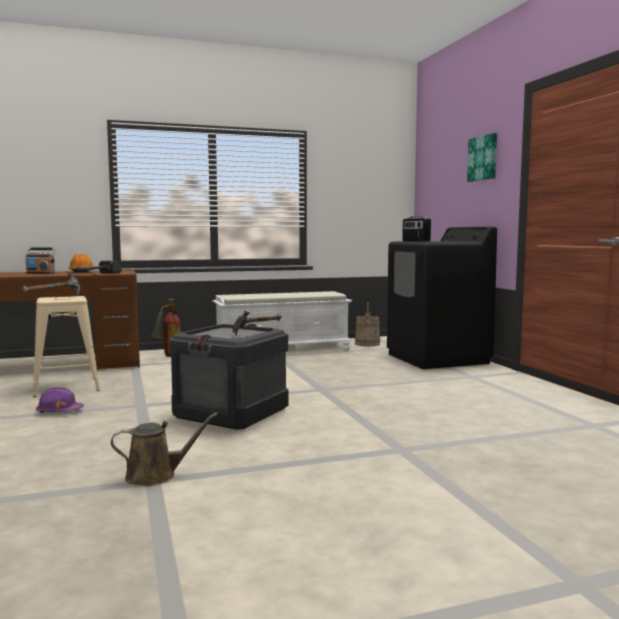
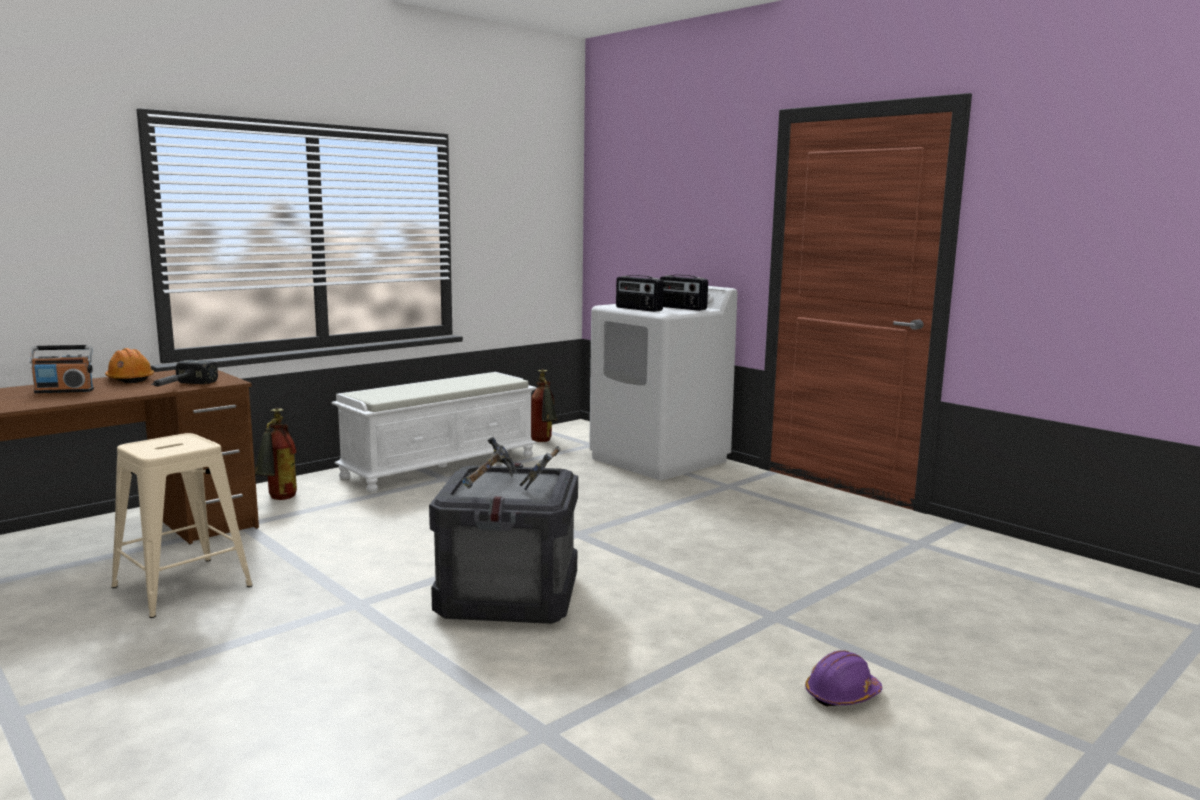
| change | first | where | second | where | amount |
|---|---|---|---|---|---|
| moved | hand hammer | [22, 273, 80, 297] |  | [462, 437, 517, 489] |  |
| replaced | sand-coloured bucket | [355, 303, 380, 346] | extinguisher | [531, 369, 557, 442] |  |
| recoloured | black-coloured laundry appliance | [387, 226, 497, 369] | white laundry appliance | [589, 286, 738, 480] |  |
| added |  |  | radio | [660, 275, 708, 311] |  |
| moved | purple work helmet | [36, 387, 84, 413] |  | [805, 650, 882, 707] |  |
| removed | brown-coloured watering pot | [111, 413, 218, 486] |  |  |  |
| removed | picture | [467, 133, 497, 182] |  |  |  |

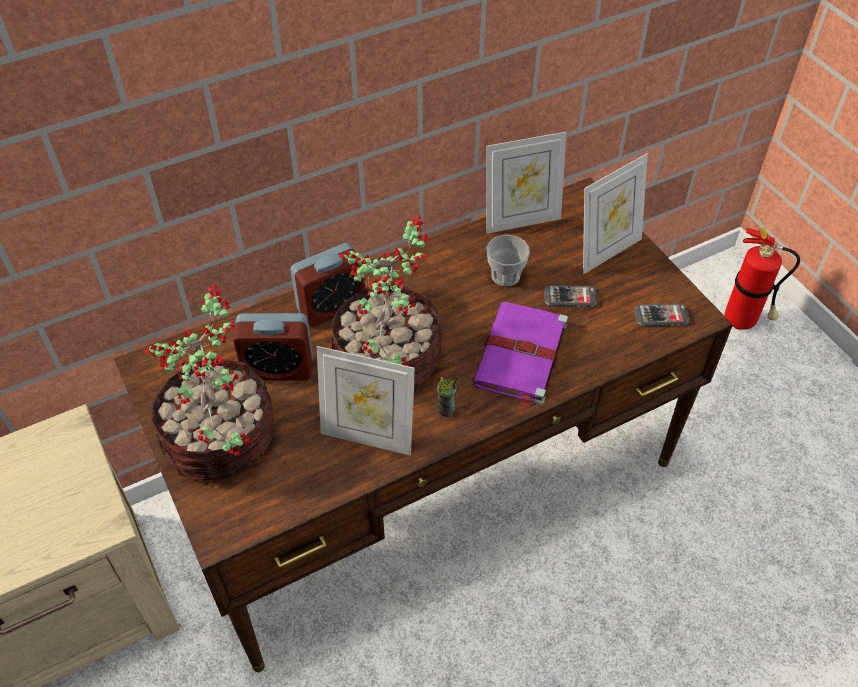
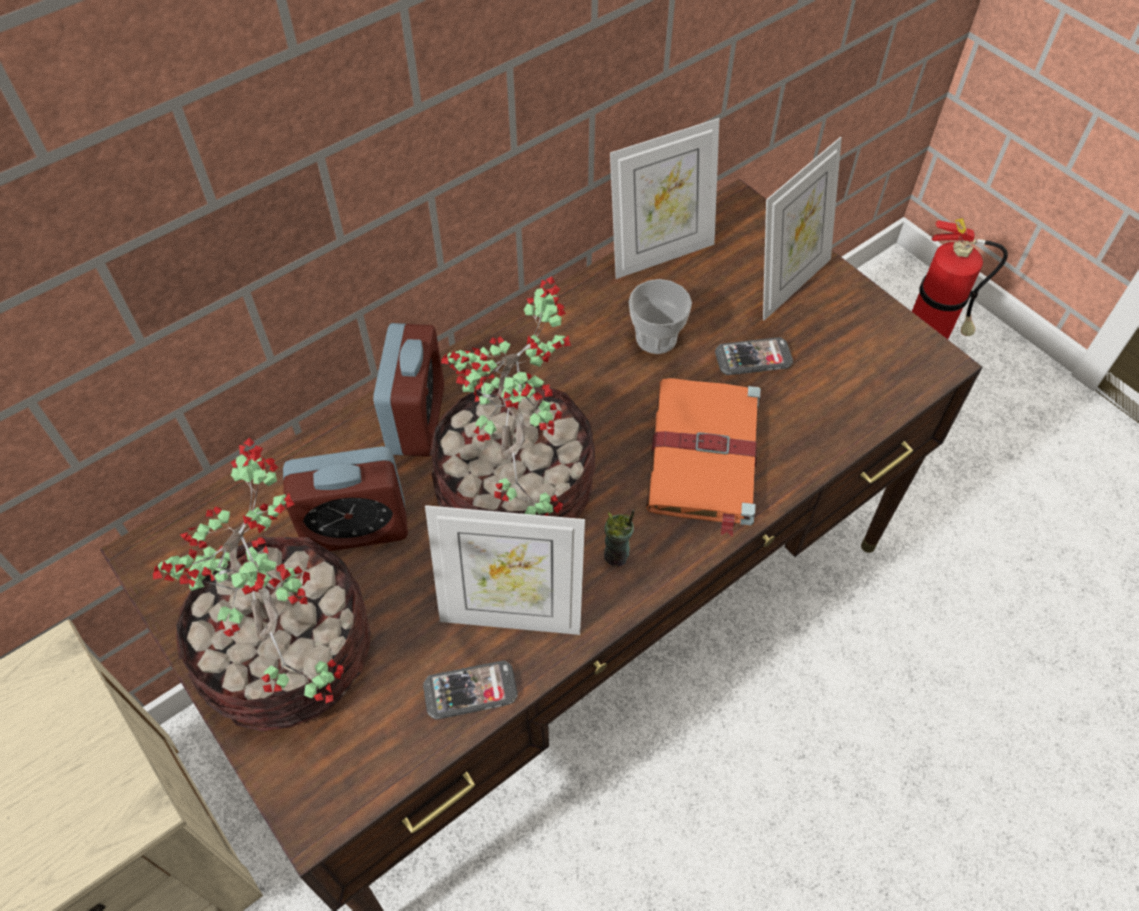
| change | first | where | second | where | amount |
|---|---|---|---|---|---|
| turned | alarm clock | [290, 243, 365, 327] |  | [373, 323, 444, 457] | 45 degrees counterclockwise |
| moved | handset | [634, 303, 690, 327] |  | [423, 661, 518, 719] |  |
| recoloured | purple book | [472, 302, 568, 410] | orange book | [646, 378, 761, 537] |  |

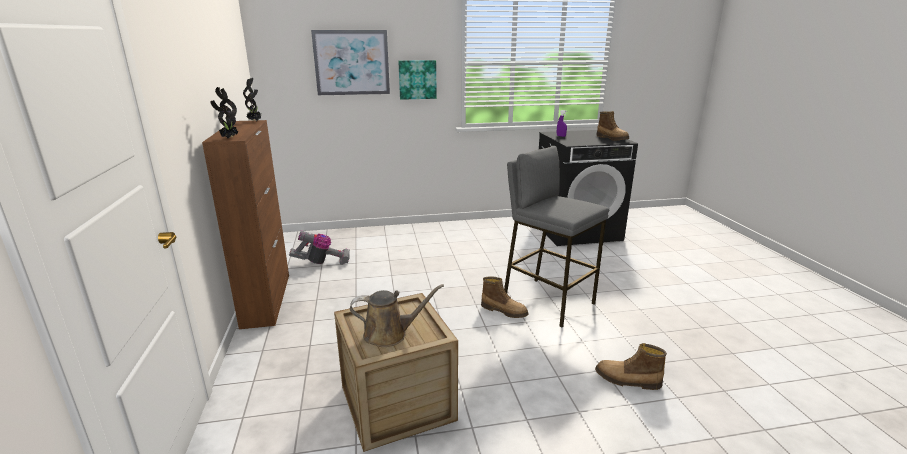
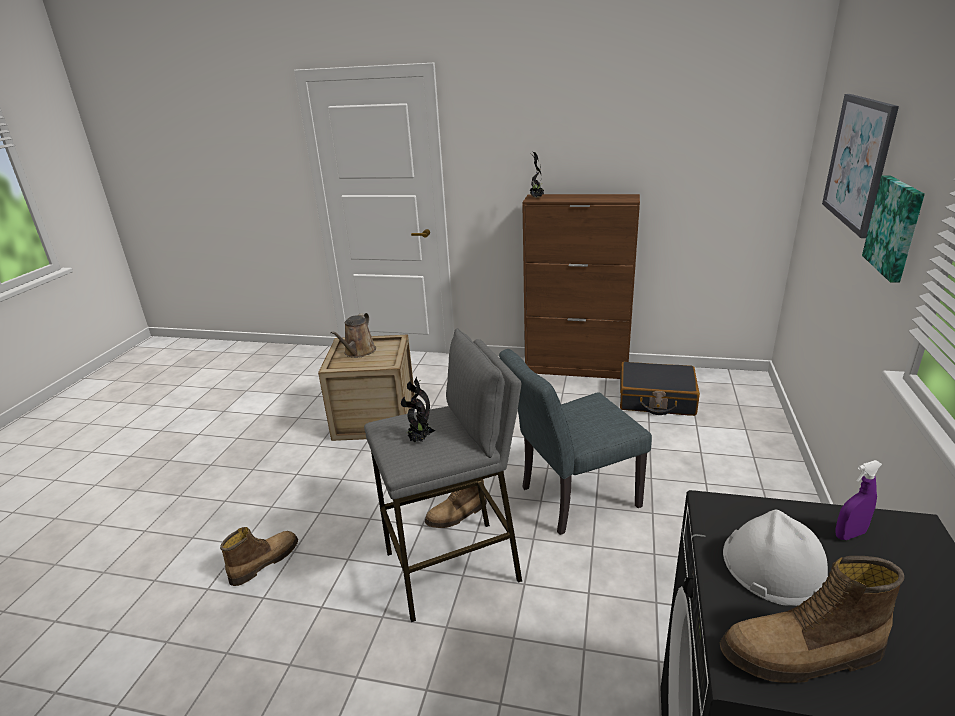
| change | first | where | second | where | amount |
|---|---|---|---|---|---|
| moved | plant in a pot | [243, 78, 261, 121] |  | [401, 377, 435, 442] |  |
| added |  |  | grey chair | [499, 349, 652, 535] |  |
| replaced | hoover | [289, 231, 350, 265] | black-coloured piece of luggage | [620, 362, 700, 416] |  |
| added |  |  | white work helmet | [723, 510, 828, 606] |  |

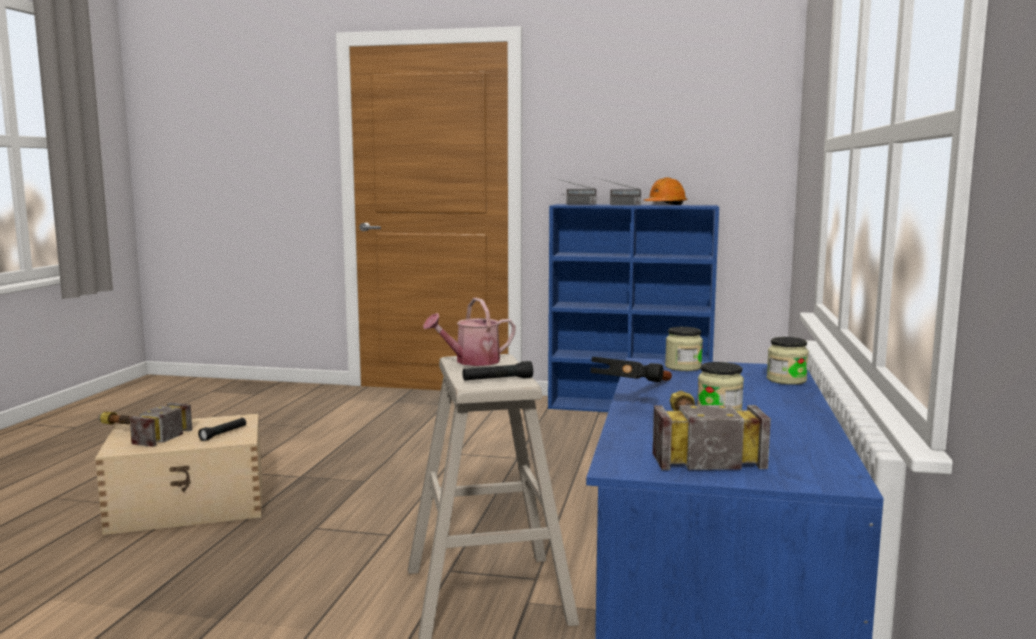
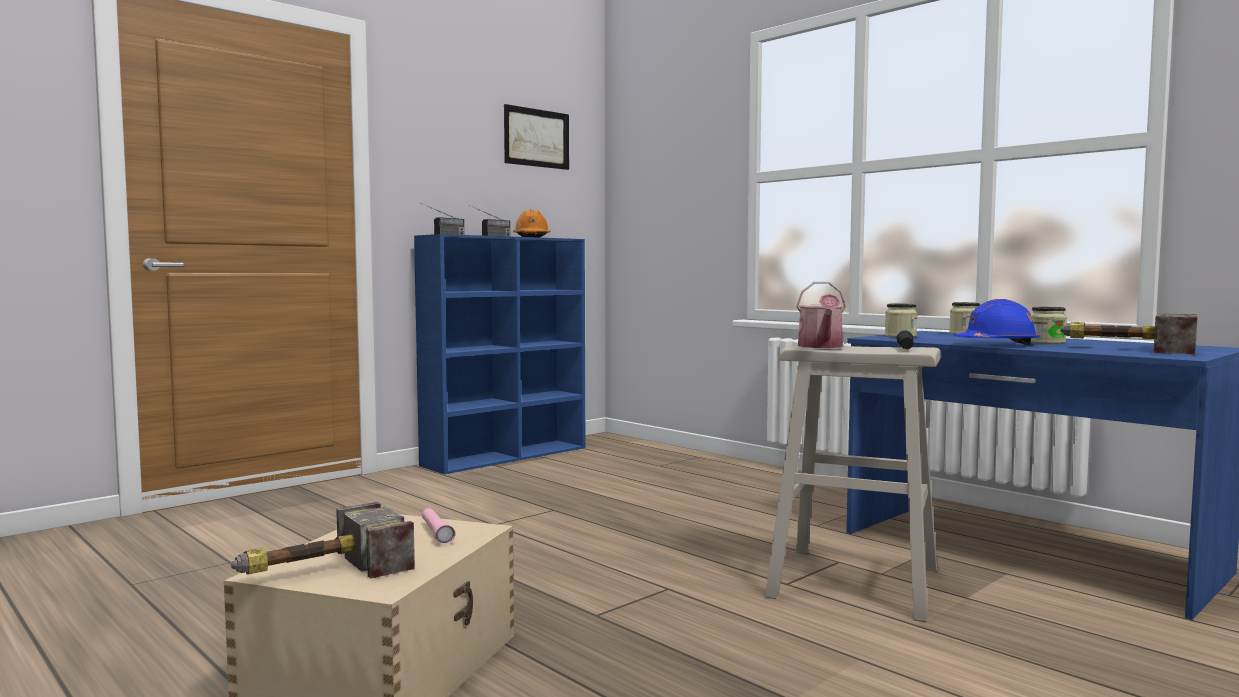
| change | first | where | second | where | amount |
|---|---|---|---|---|---|
| recoloured | black-coloured torch | [198, 418, 246, 441] | pink-coloured torch | [422, 508, 455, 545] |  |
| added |  |  | picture | [504, 104, 569, 170] |  |
| replaced | hand hammer | [590, 357, 672, 382] | bluish work helmet | [954, 299, 1040, 345] |  |

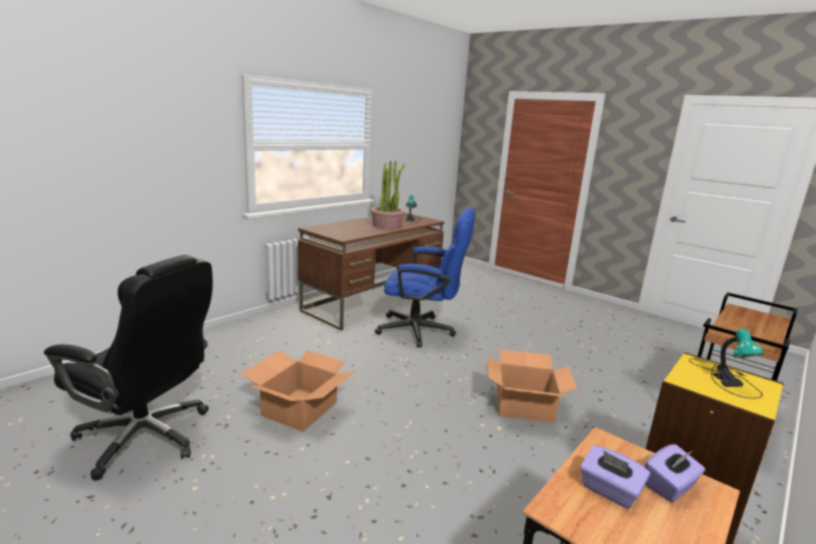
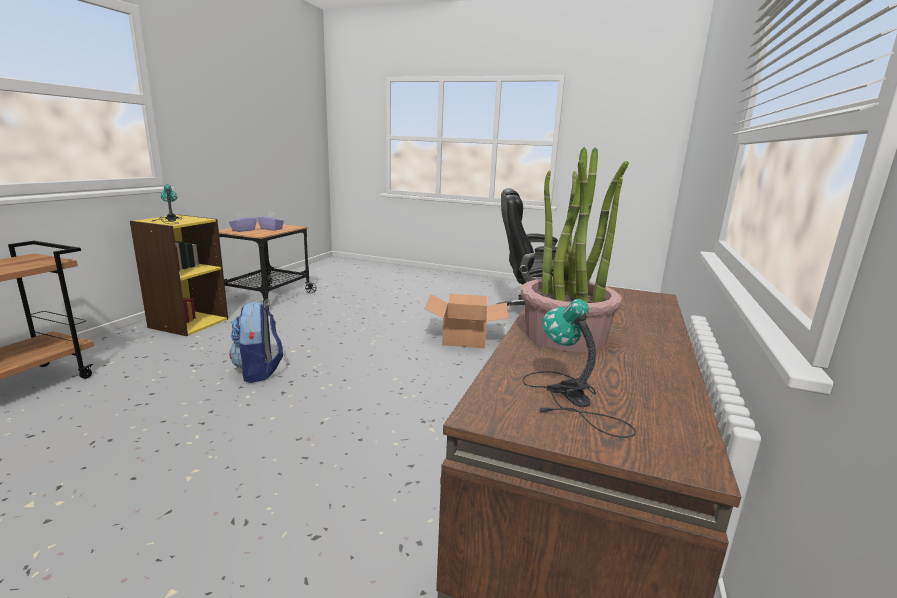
| change | first | where | second | where | amount |
|---|---|---|---|---|---|
| replaced | carton | [487, 349, 577, 423] | knapsack | [229, 301, 283, 383] |  |
| removed | bluish computer chair | [375, 208, 475, 347] |  |  |  |

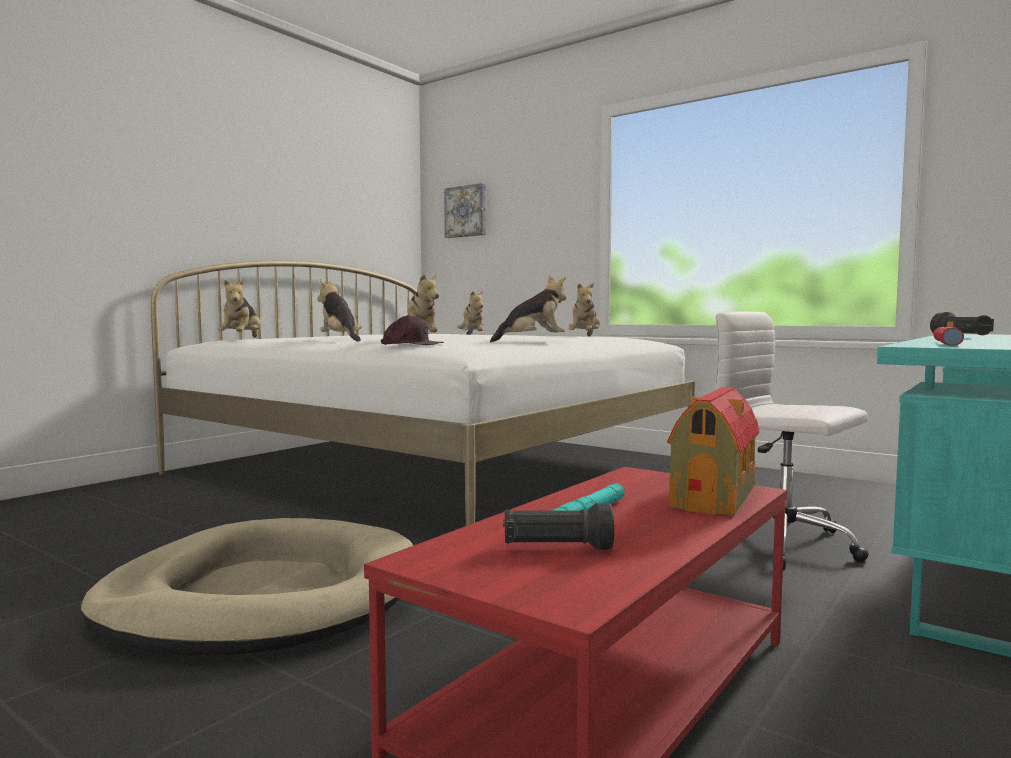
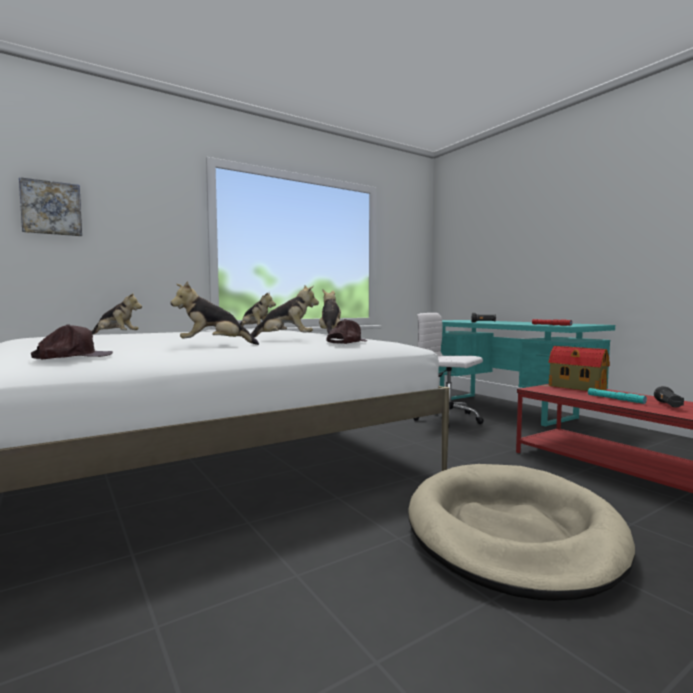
| change | first | where | second | where | amount |
|---|---|---|---|---|---|
| replaced | plush toy | [218, 279, 261, 338] | brown-coloured baseball cap | [31, 324, 113, 359] |  |
| turned | white computer chair | [715, 311, 869, 571] |  | [413, 313, 484, 424] | 60 degrees clockwise |

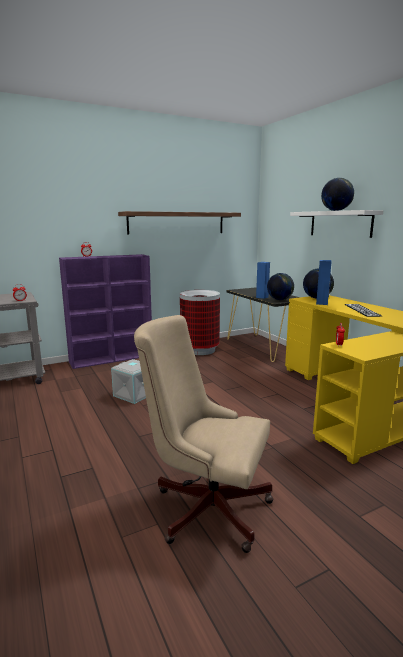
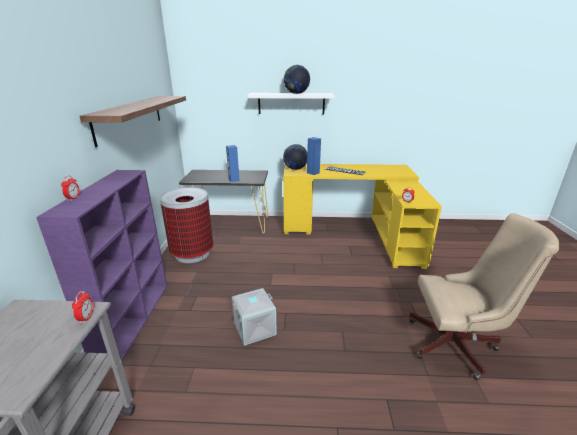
| change | first | where | second | where | amount |
|---|---|---|---|---|---|
| turned | sand-coloured computer chair | [134, 315, 273, 553] |  | [409, 213, 559, 380] | 135 degrees counterclockwise |
| removed | desk globe | [267, 273, 294, 300] |  |  |  |

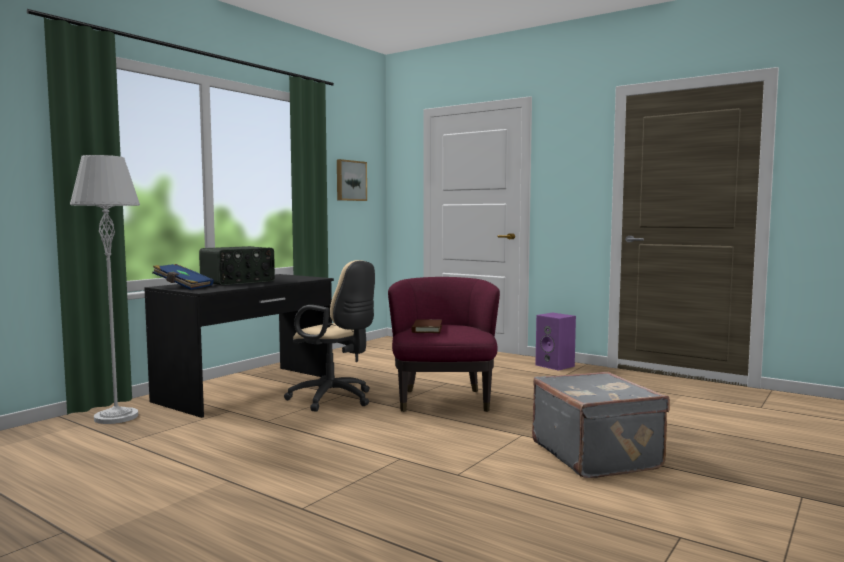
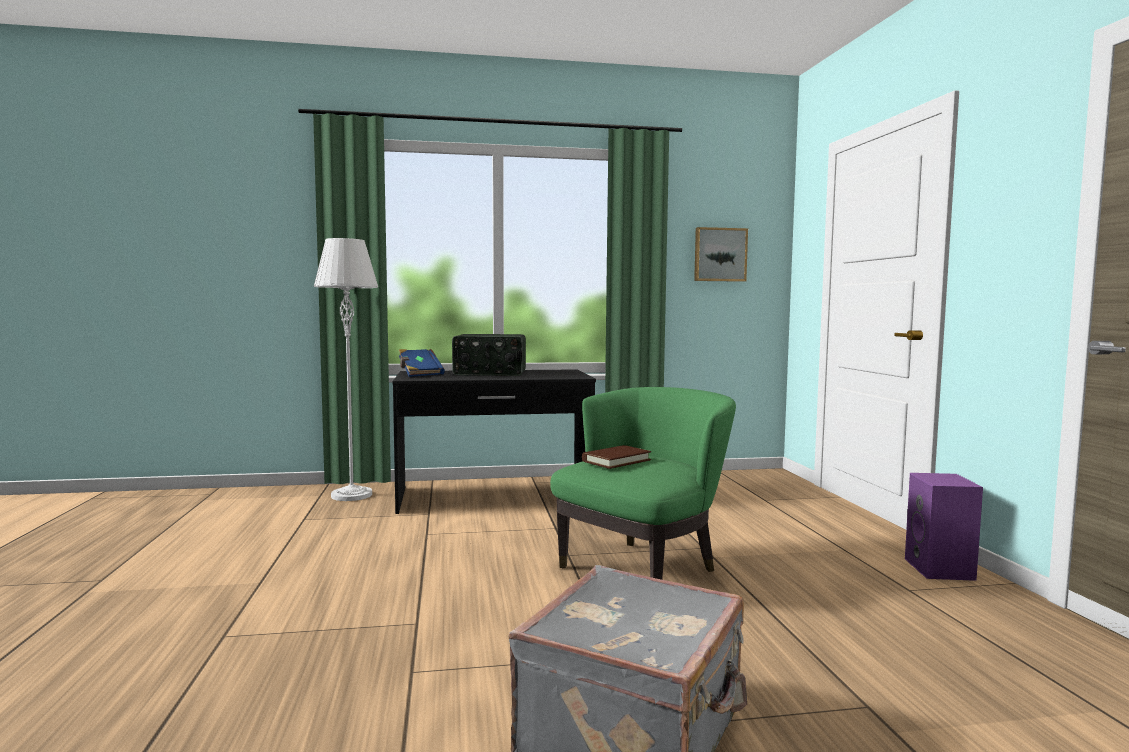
| change | first | where | second | where | amount |
|---|---|---|---|---|---|
| recoloured | purple lounge chair | [388, 277, 500, 412] | green-coloured lounge chair | [550, 387, 736, 580] |  |
| removed | sand-coloured computer chair | [284, 260, 375, 412] |  |  |  |

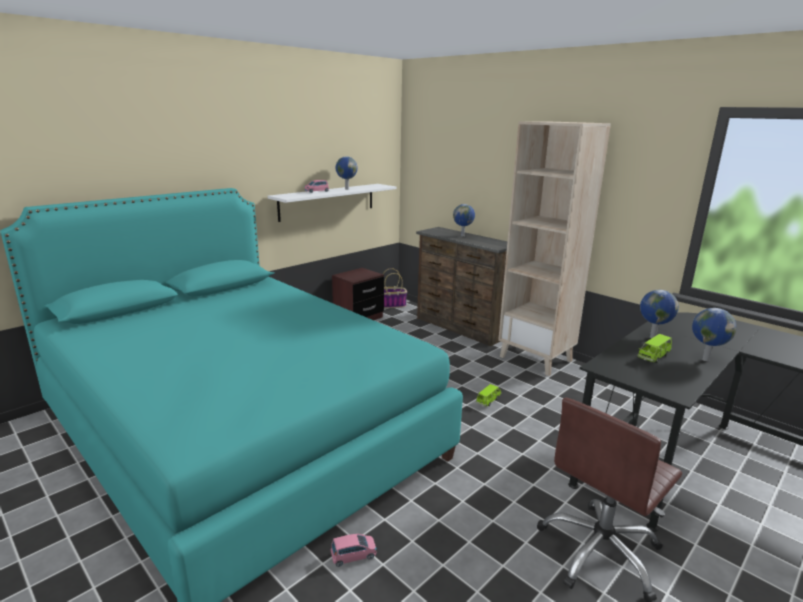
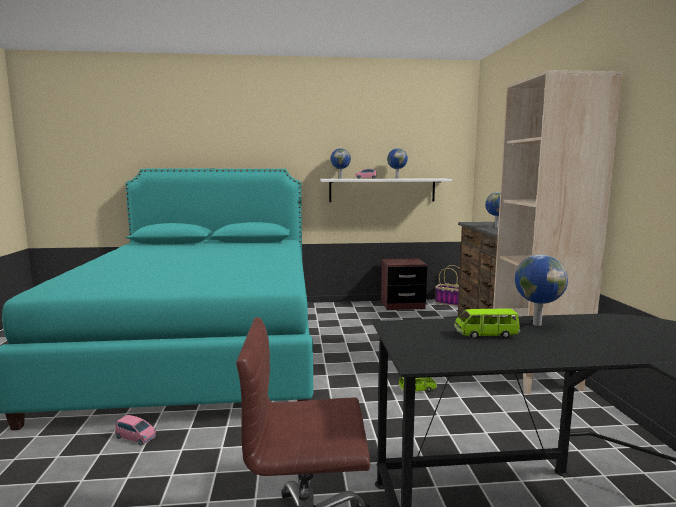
| change | first | where | second | where | amount |
|---|---|---|---|---|---|
| moved | desk globe | [692, 308, 736, 361] |  | [330, 148, 351, 179] |  |

